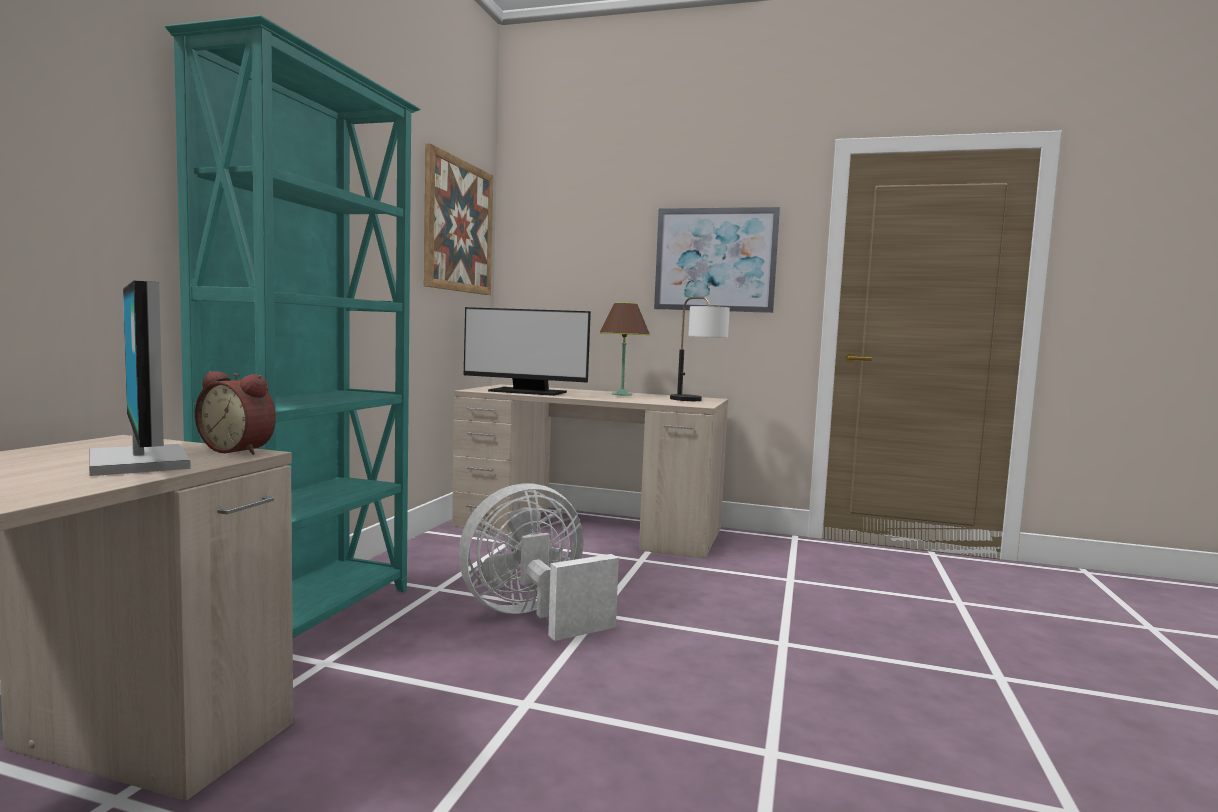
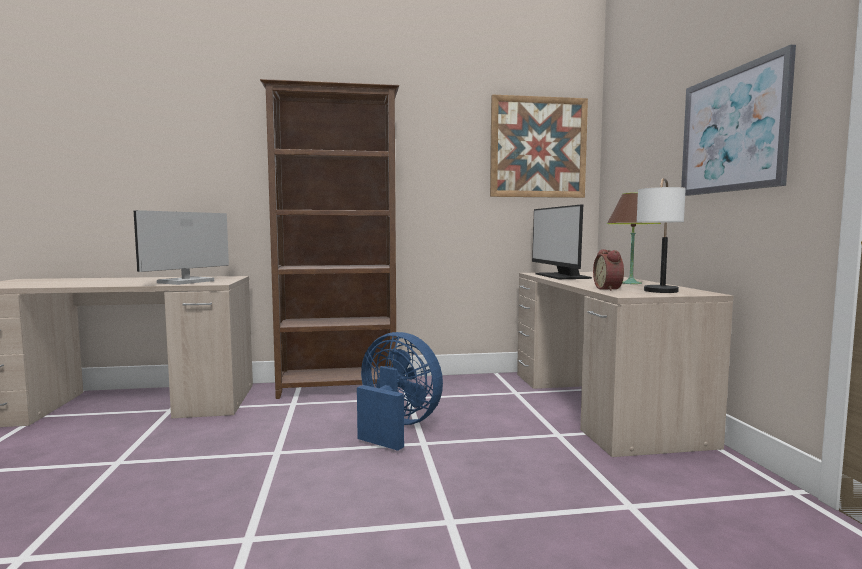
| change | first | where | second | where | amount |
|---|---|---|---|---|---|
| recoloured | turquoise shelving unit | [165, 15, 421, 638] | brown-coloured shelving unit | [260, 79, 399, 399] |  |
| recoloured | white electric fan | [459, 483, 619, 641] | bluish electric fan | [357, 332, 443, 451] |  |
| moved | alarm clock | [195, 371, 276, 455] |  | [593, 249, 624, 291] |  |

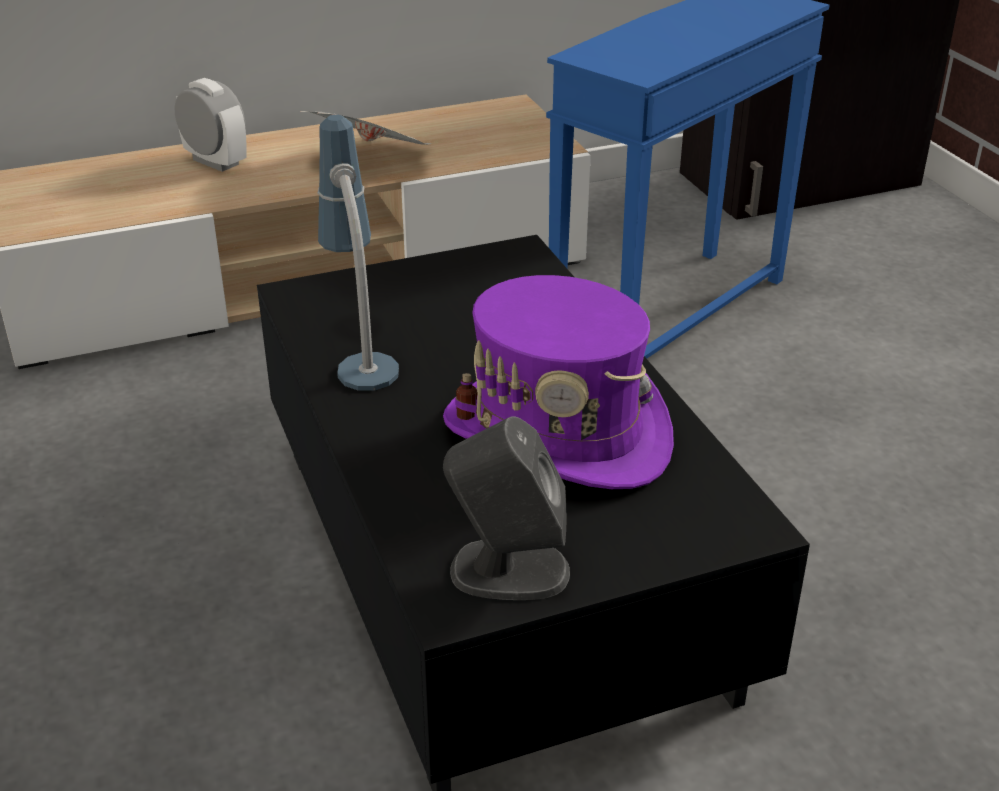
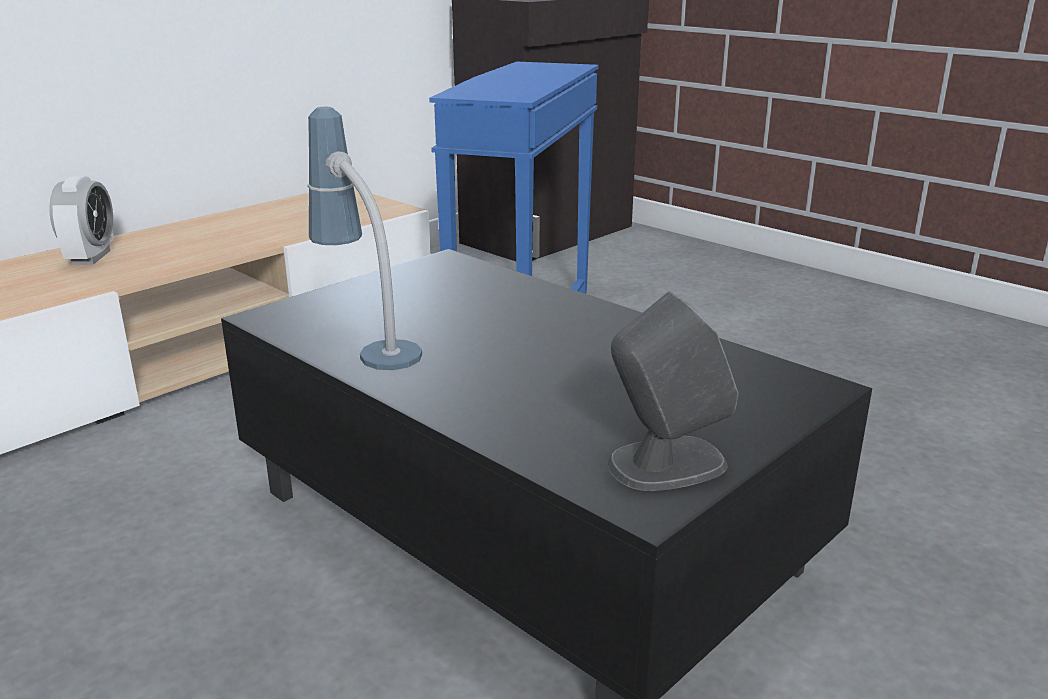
| change | first | where | second | where | amount |
|---|---|---|---|---|---|
| turned | alarm clock | [174, 78, 247, 172] |  | [49, 175, 114, 265] | 75 degrees clockwise |
| removed | daily paper | [300, 111, 432, 146] |  |  |  |
| removed | purple wearable hat | [443, 275, 674, 489] |  |  |  |

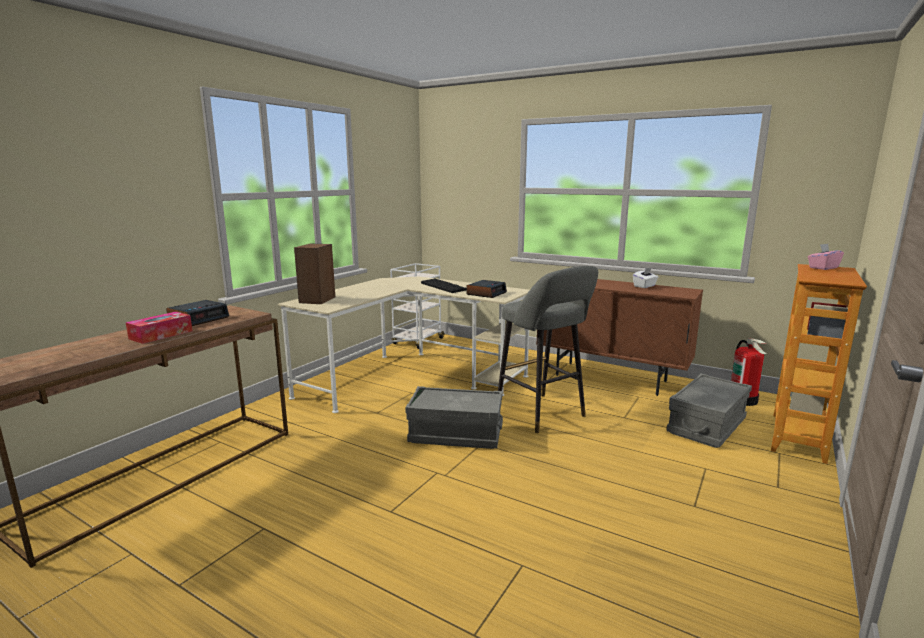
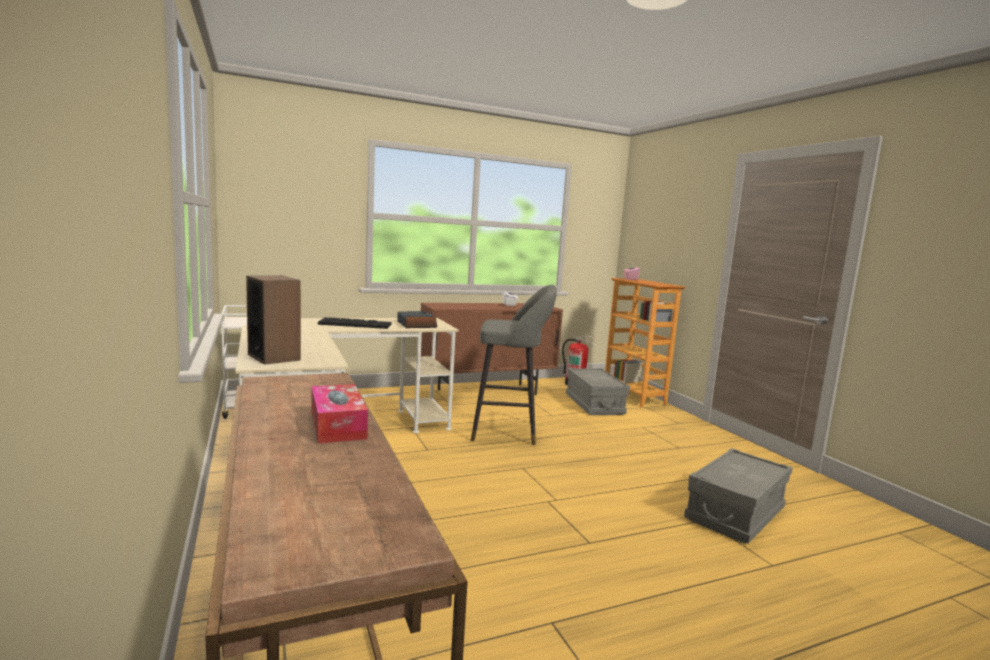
| change | first | where | second | where | amount |
|---|---|---|---|---|---|
| moved | grey storage container | [405, 386, 503, 449] |  | [684, 448, 793, 544] |  |
| removed | alarm clock | [166, 300, 229, 326] |  |  |  |

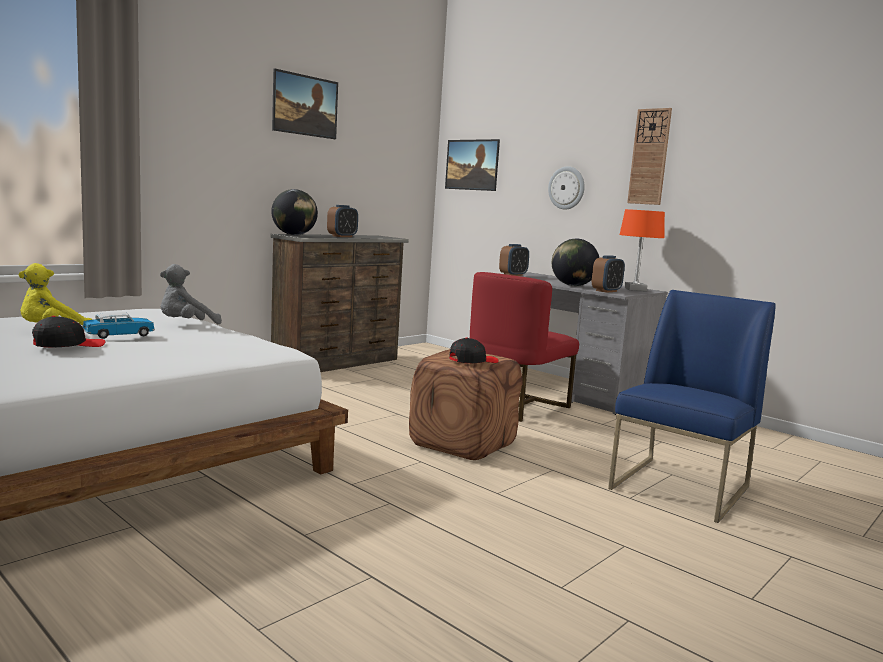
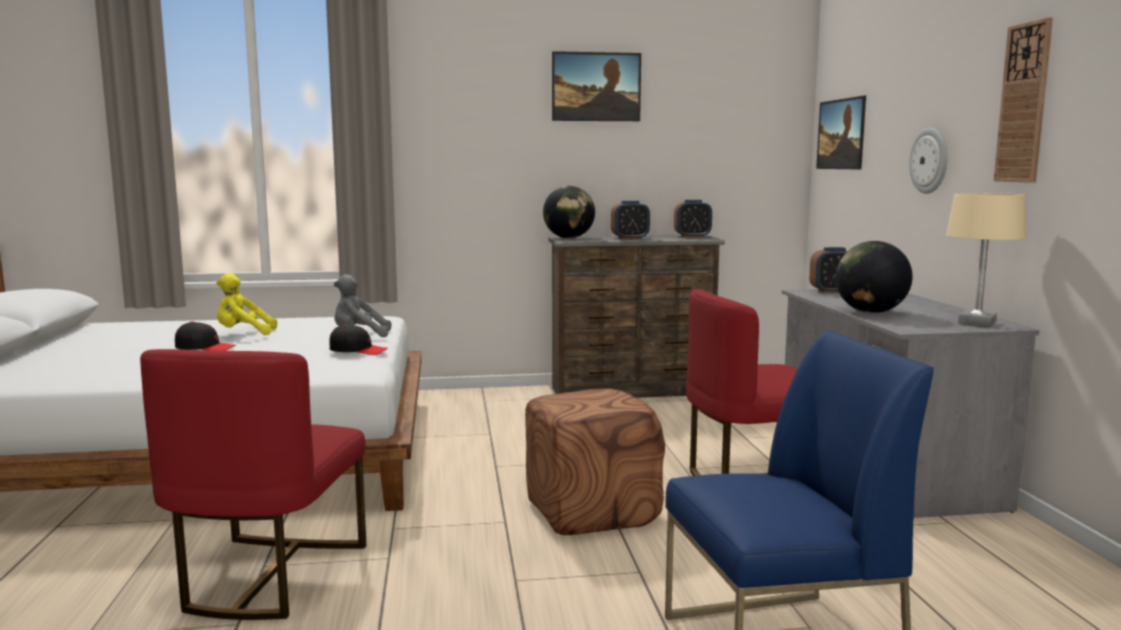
| change | first | where | second | where | amount |
|---|---|---|---|---|---|
| added |  |  | red chair | [140, 349, 366, 620] |  |
| moved | black-coloured baseball cap | [449, 337, 499, 363] |  | [329, 324, 388, 355] |  |
| moved | alarm clock | [592, 255, 625, 293] |  | [674, 200, 712, 238] |  |
| recoloured | orange tabletop lamp | [619, 209, 665, 291] | sand-coloured tabletop lamp | [946, 193, 1026, 327] |  |
| removed | toy car | [83, 312, 155, 339] |  |  |  |

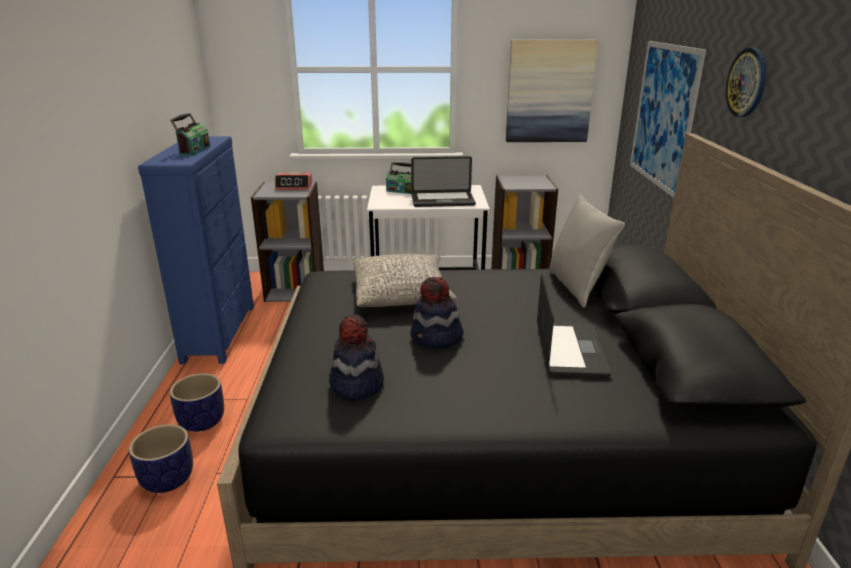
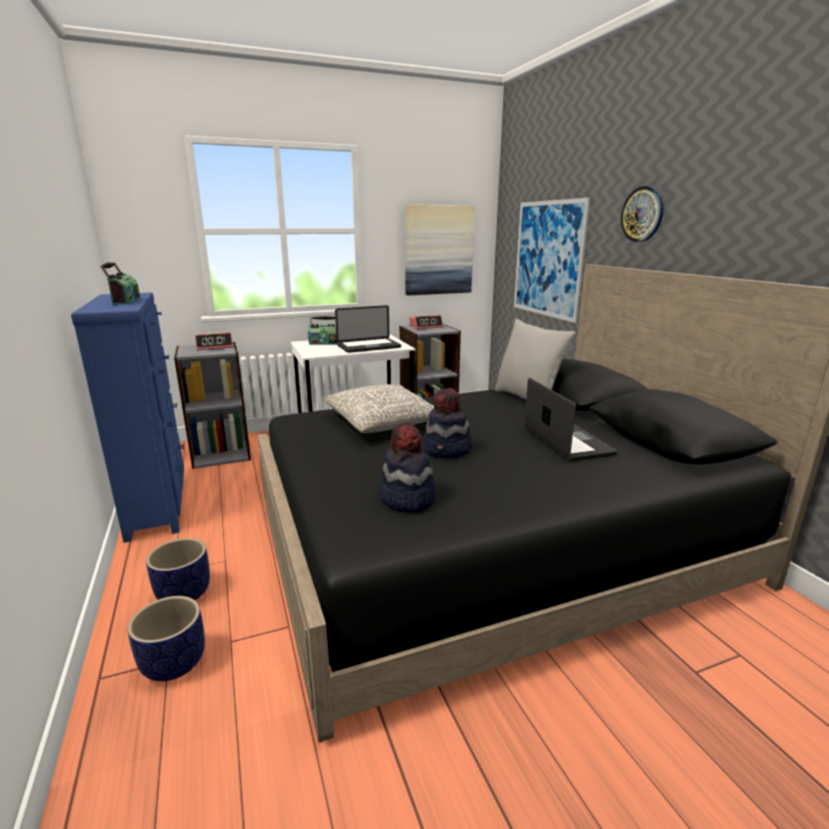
| change | first | where | second | where | amount |
|---|---|---|---|---|---|
| added |  |  | alarm clock | [410, 315, 443, 329] |  |

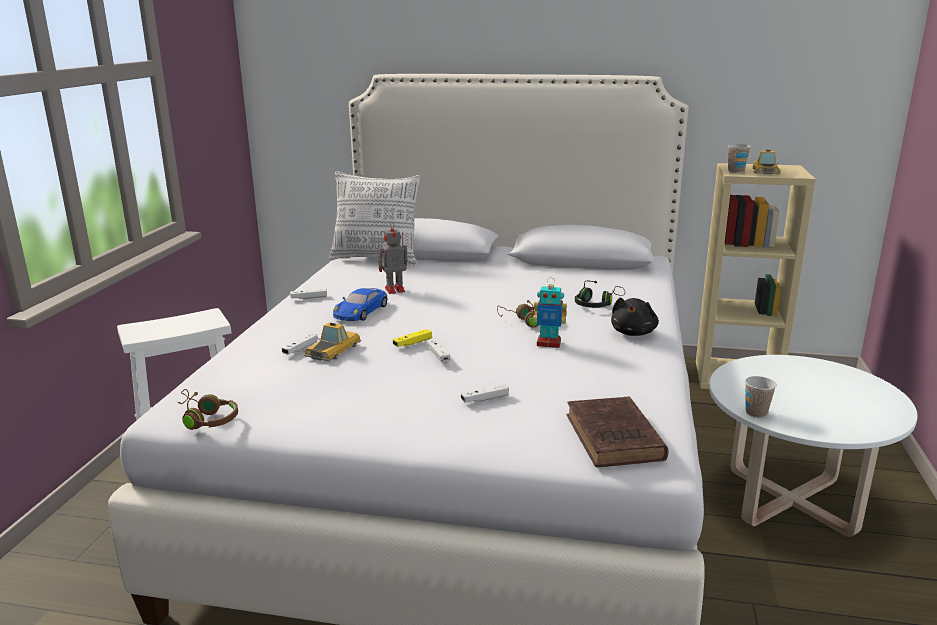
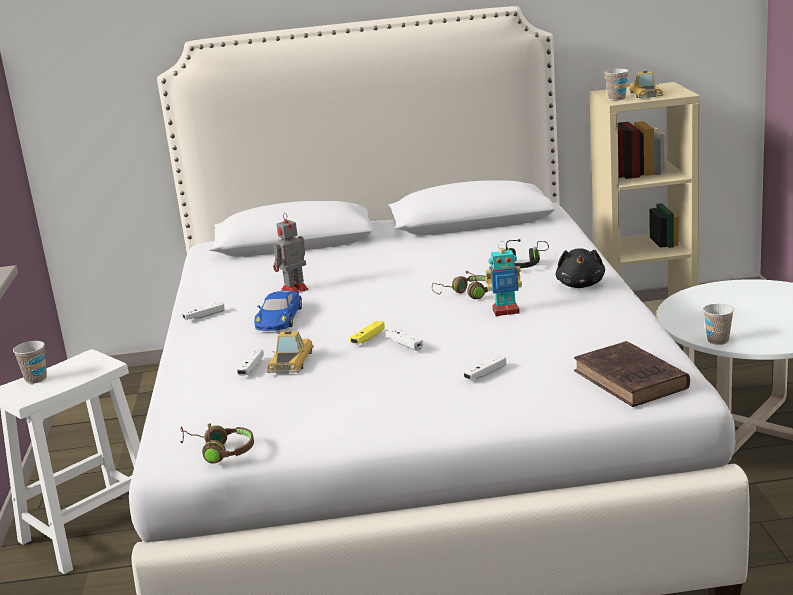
| change | first | where | second | where | amount |
|---|---|---|---|---|---|
| added |  |  | drinking cup | [13, 341, 47, 384] |  |
| removed | throw pillow | [329, 171, 421, 264] |  |  |  |

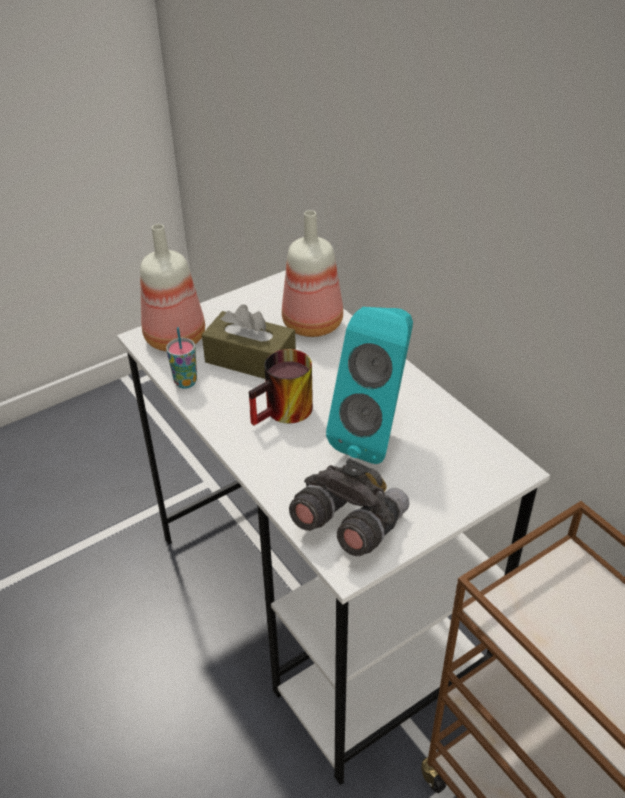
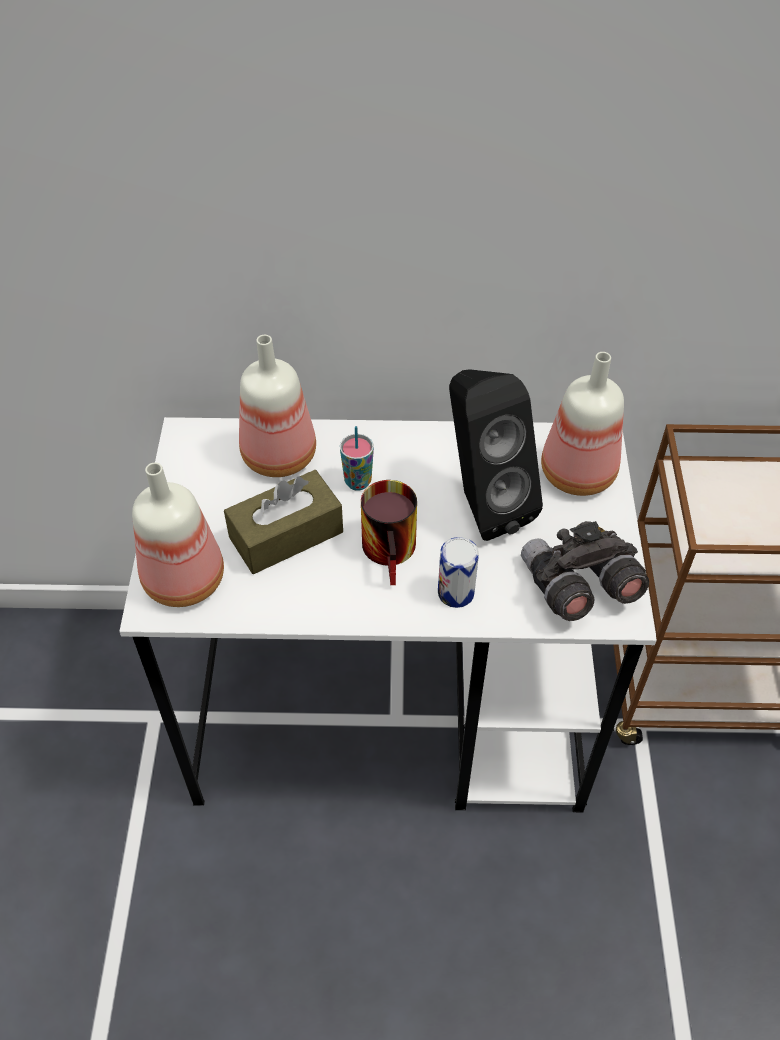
| change | first | where | second | where | amount |
|---|---|---|---|---|---|
| moved | drinking cup | [166, 327, 197, 389] |  | [340, 426, 374, 491] |  |
| added |  |  | sealed can | [438, 537, 479, 608] |  |
| recoloured | turquoise speaker | [326, 307, 413, 464] | black-coloured speaker | [449, 369, 543, 541] |  |
| added |  |  | drink bottle | [541, 352, 624, 496] |  |

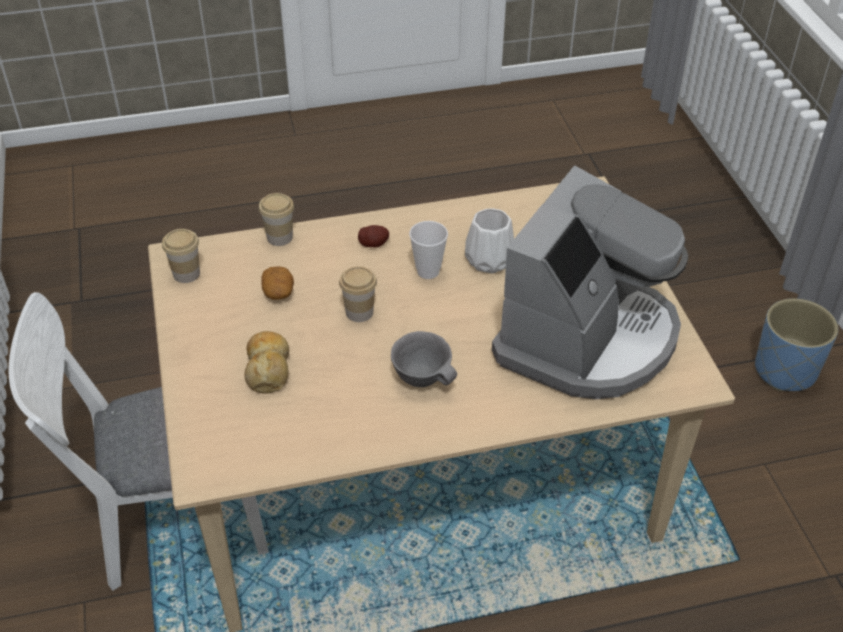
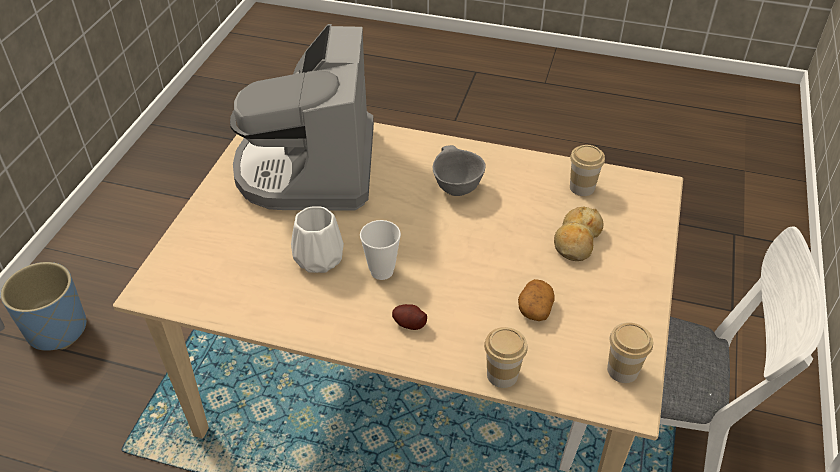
| change | first | where | second | where | amount |
|---|---|---|---|---|---|
| turned | coffee machine | [492, 166, 688, 399] |  | [230, 24, 374, 210] | 60 degrees counterclockwise |
| moved | drinking cup | [339, 266, 377, 322] |  | [570, 145, 605, 196] |  |

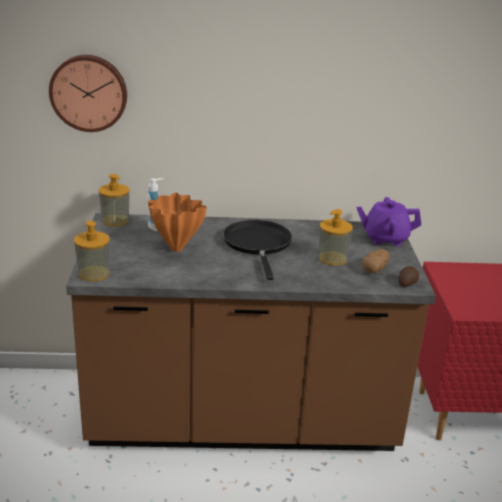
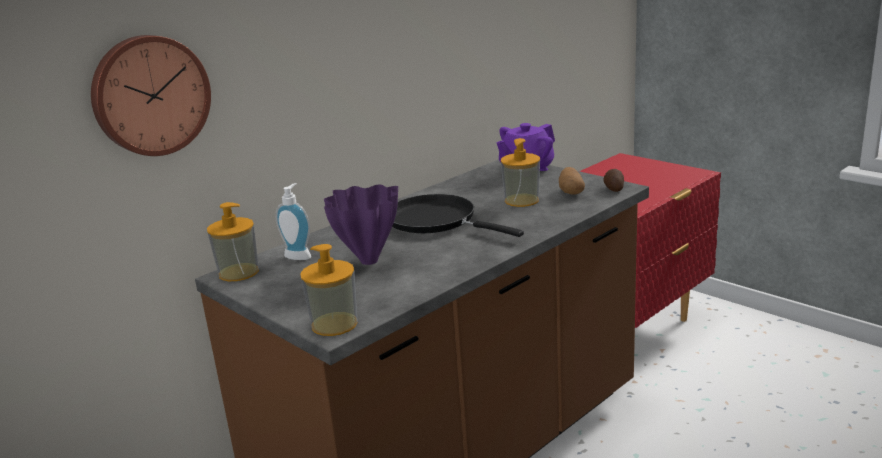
| change | first | where | second | where | amount |
|---|---|---|---|---|---|
| recoloured | orange decorative vase | [148, 193, 207, 252] | purple decorative vase | [324, 184, 398, 265] |  |

